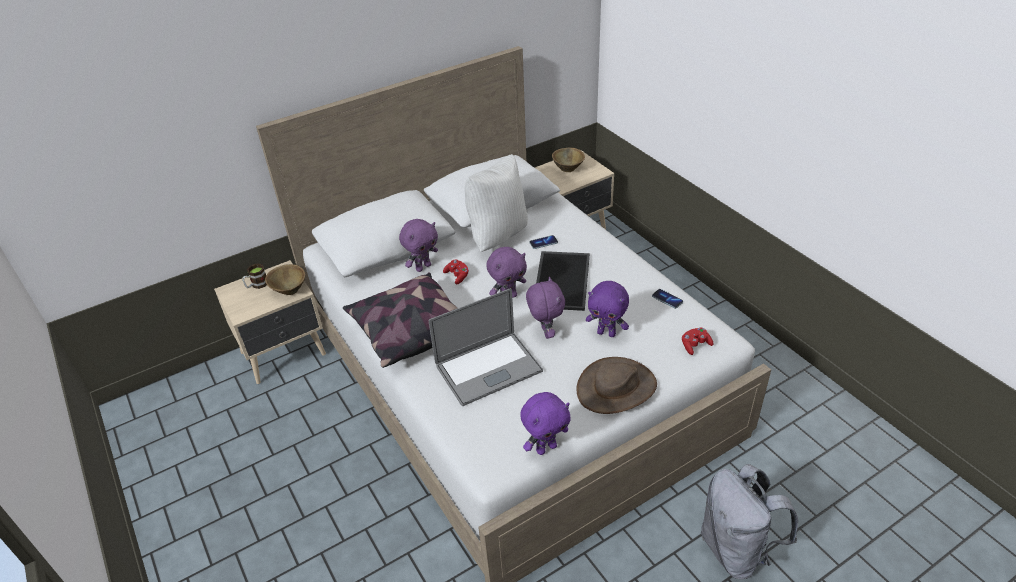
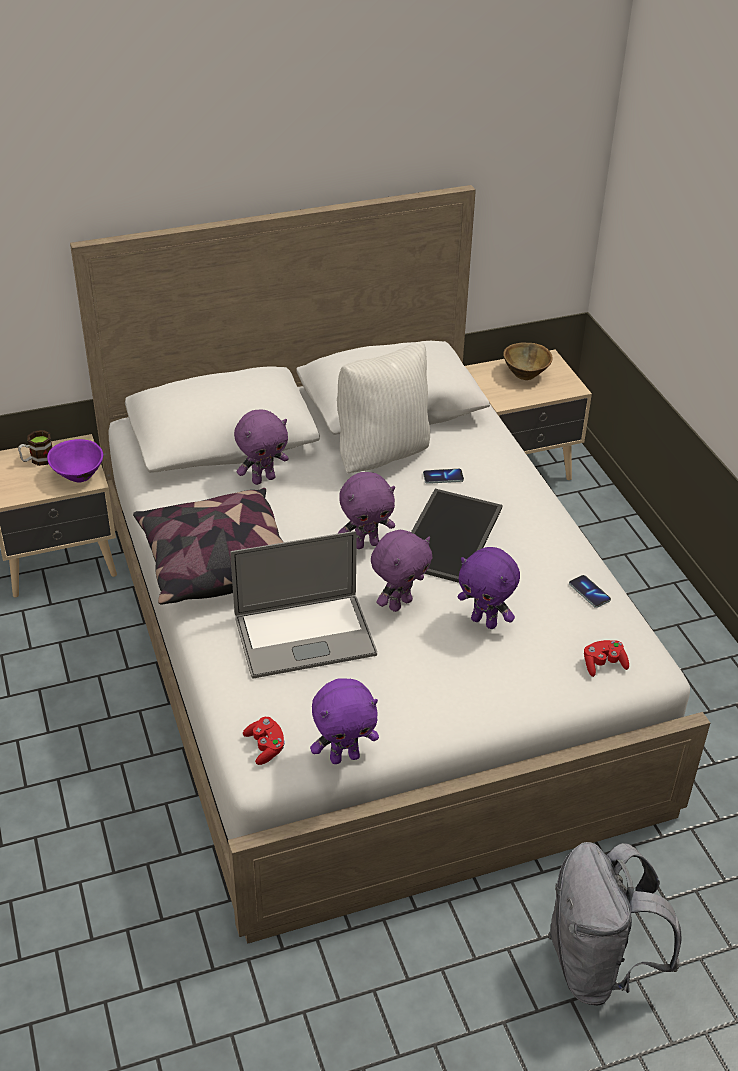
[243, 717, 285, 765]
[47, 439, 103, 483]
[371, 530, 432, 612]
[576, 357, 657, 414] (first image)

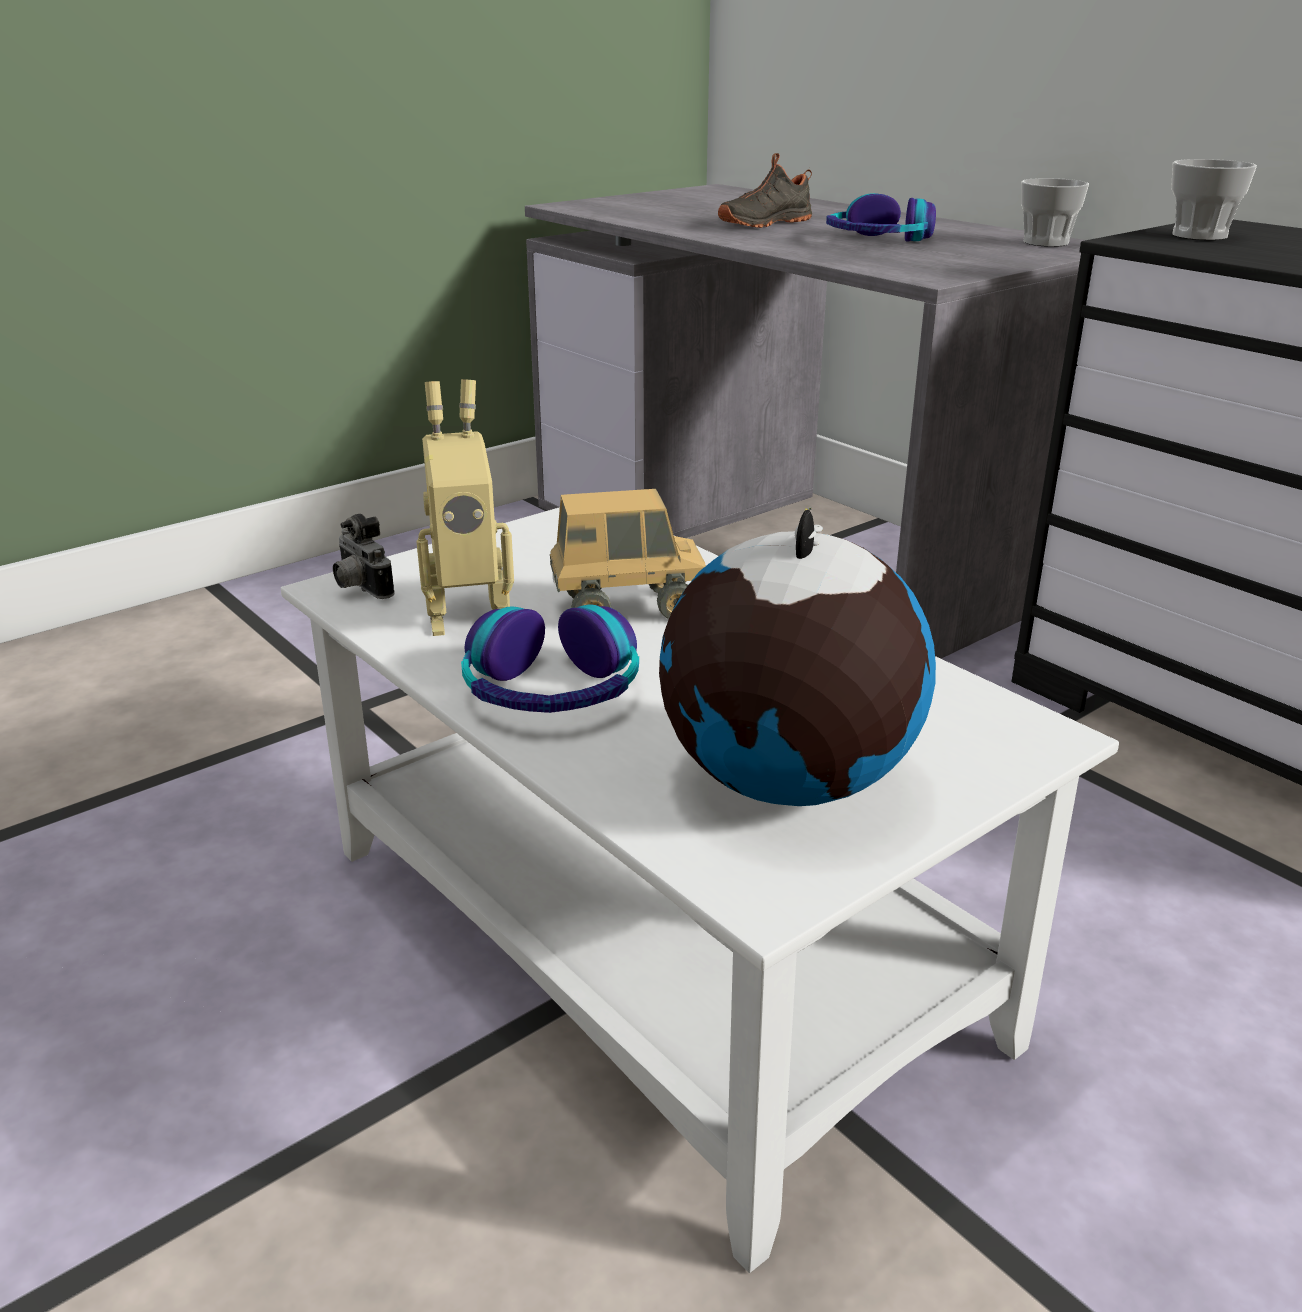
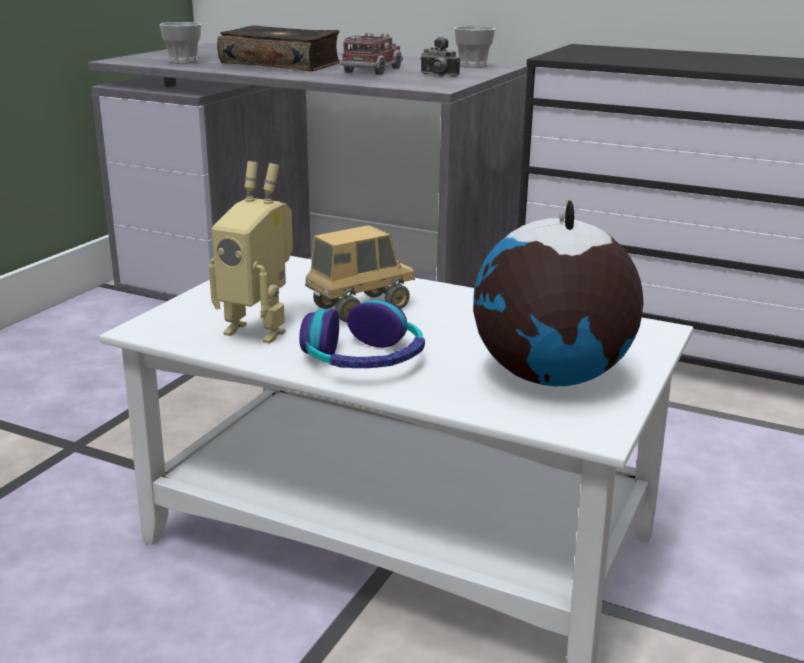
[217, 25, 341, 72]
[160, 22, 202, 63]
[339, 33, 403, 75]
[209, 161, 293, 344]
[420, 37, 460, 76]

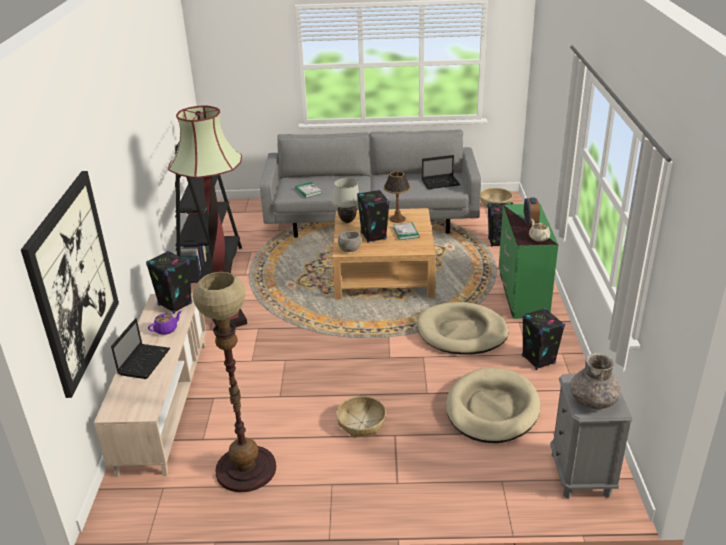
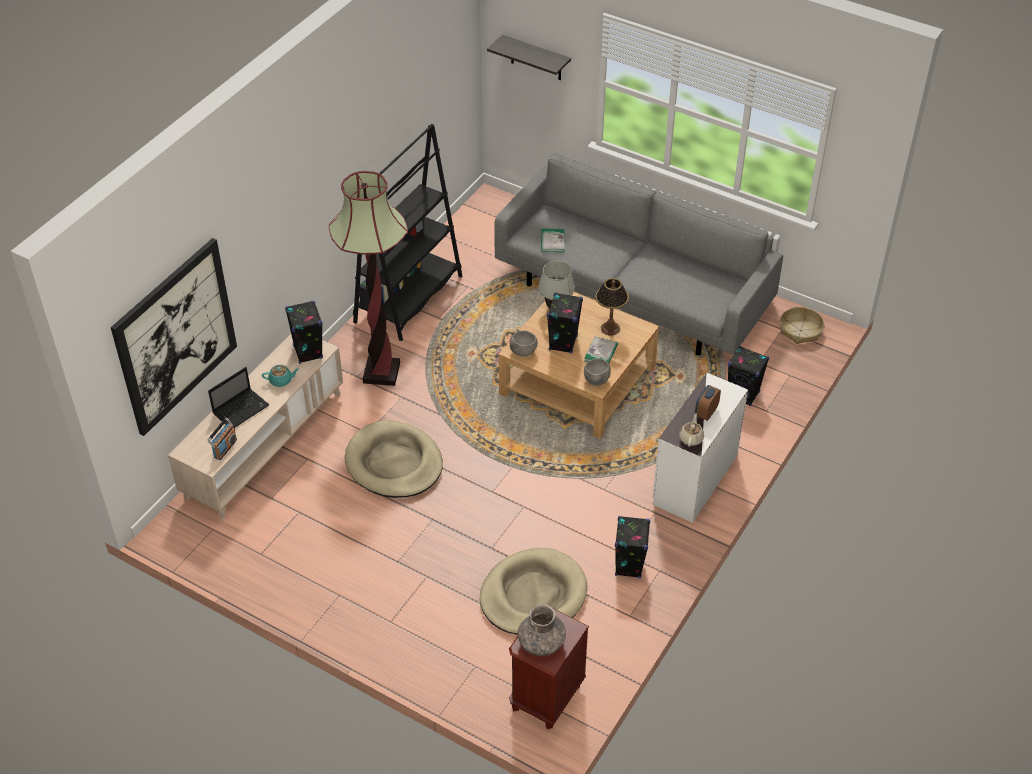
[422, 155, 460, 189] (first image)
[652, 372, 748, 523]
[193, 272, 276, 492] (first image)
[345, 420, 443, 498]
[262, 365, 299, 387]
[509, 609, 589, 729]
[336, 396, 386, 438] (first image)
[487, 35, 571, 80]
[584, 358, 611, 386]
[208, 418, 237, 460]

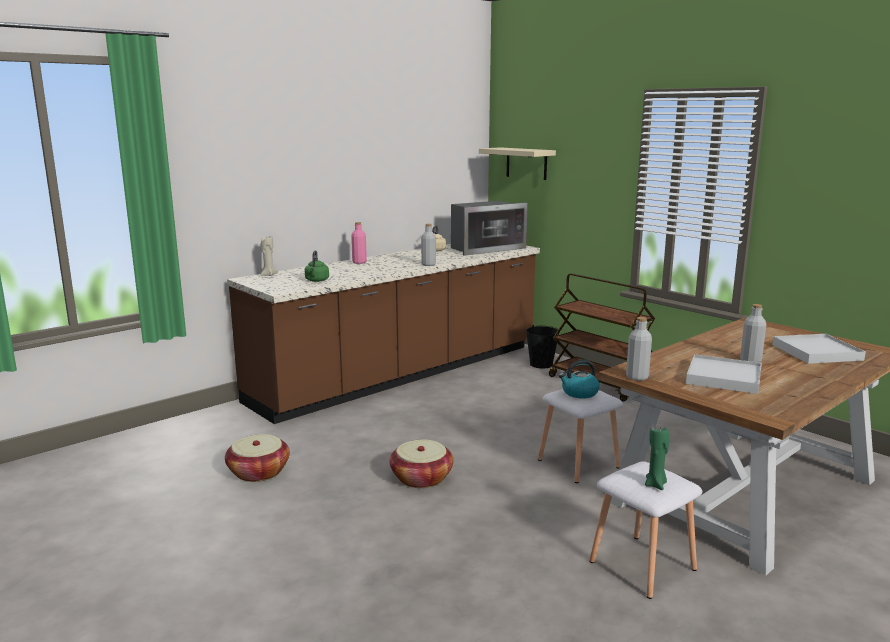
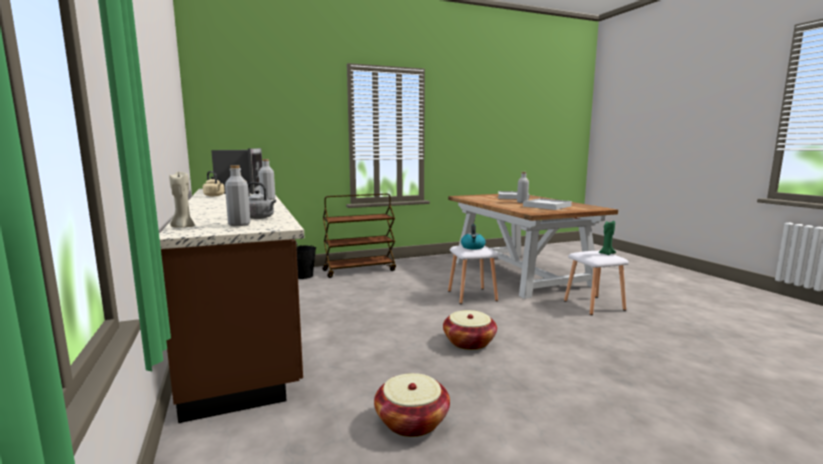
[479, 147, 556, 180] (first image)
[351, 222, 367, 264] (first image)
[248, 182, 276, 219]
[225, 165, 251, 226]

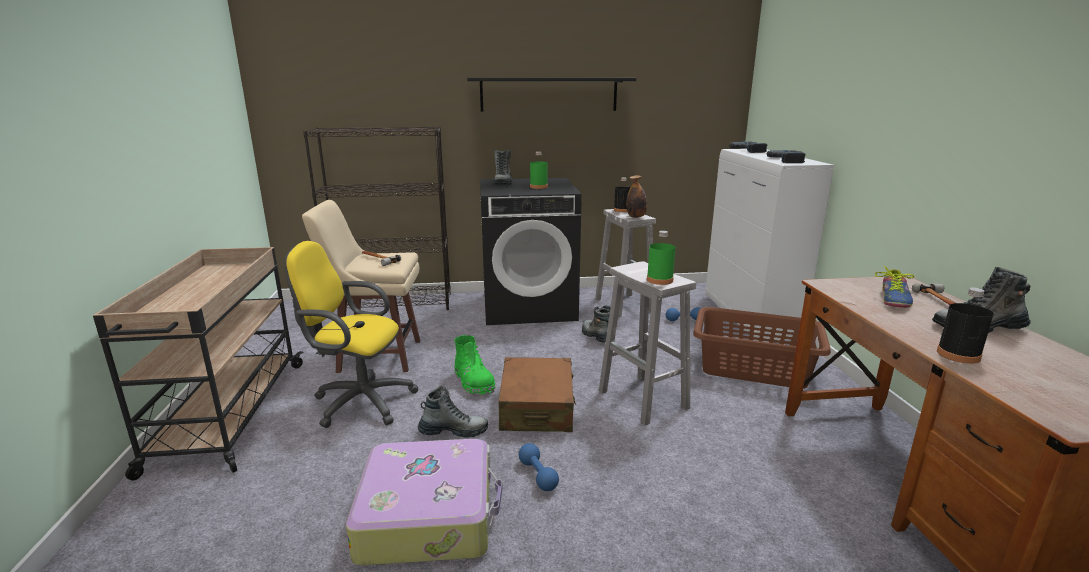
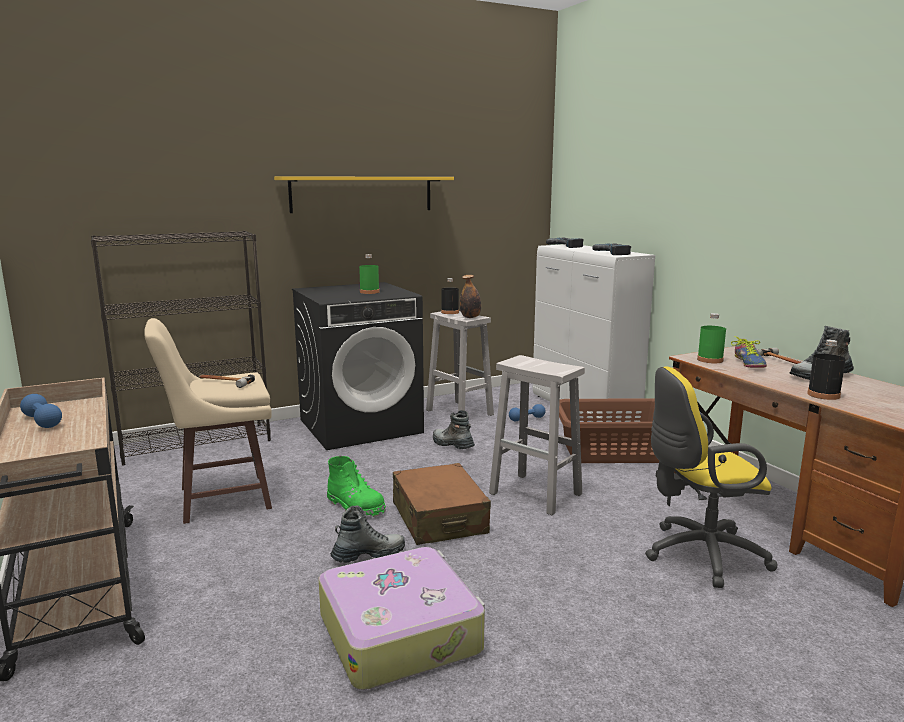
[274, 176, 454, 213]
[493, 150, 512, 185] (first image)
[697, 313, 726, 363]
[645, 367, 777, 588]
[20, 394, 62, 428]

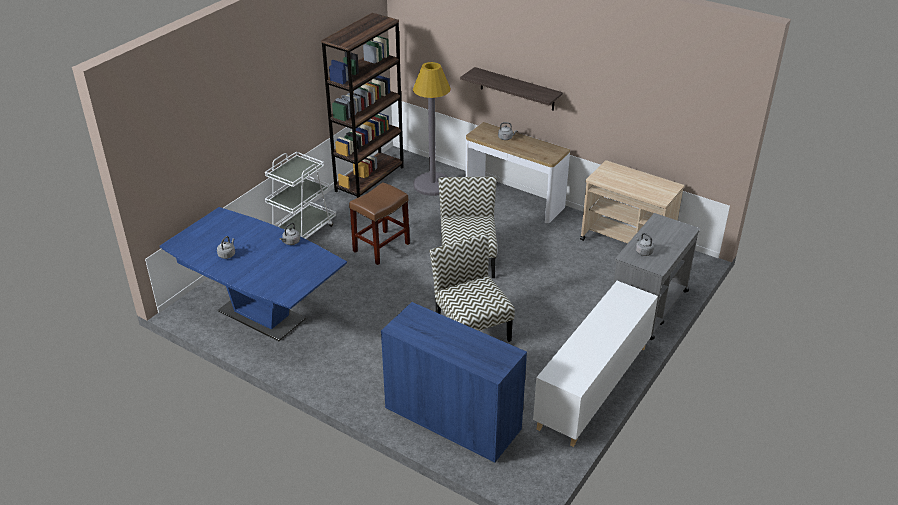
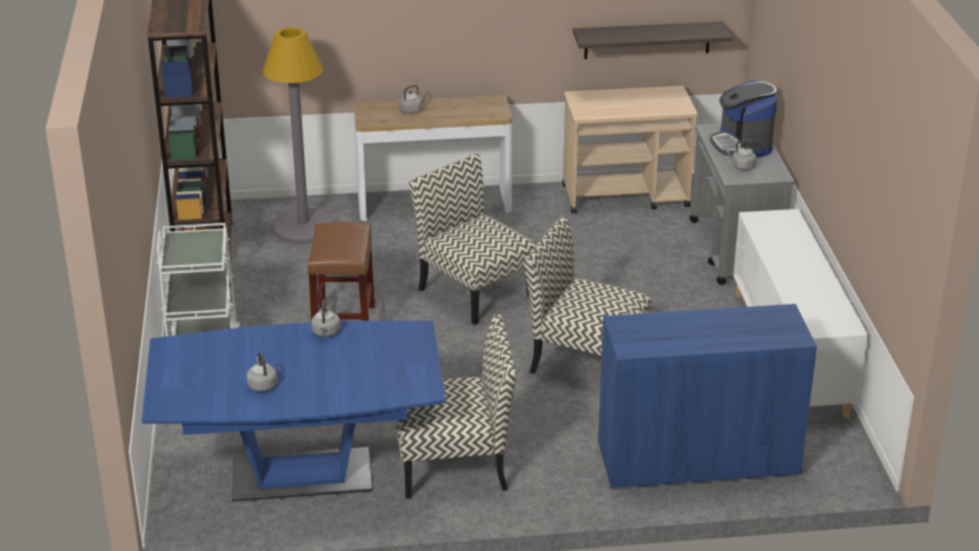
[573, 21, 732, 59]
[710, 81, 778, 157]
[395, 314, 516, 499]

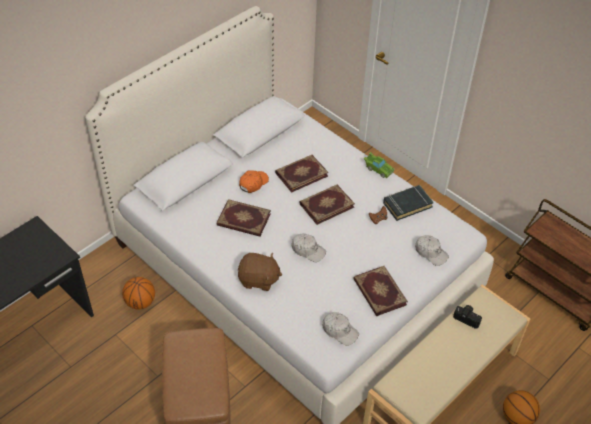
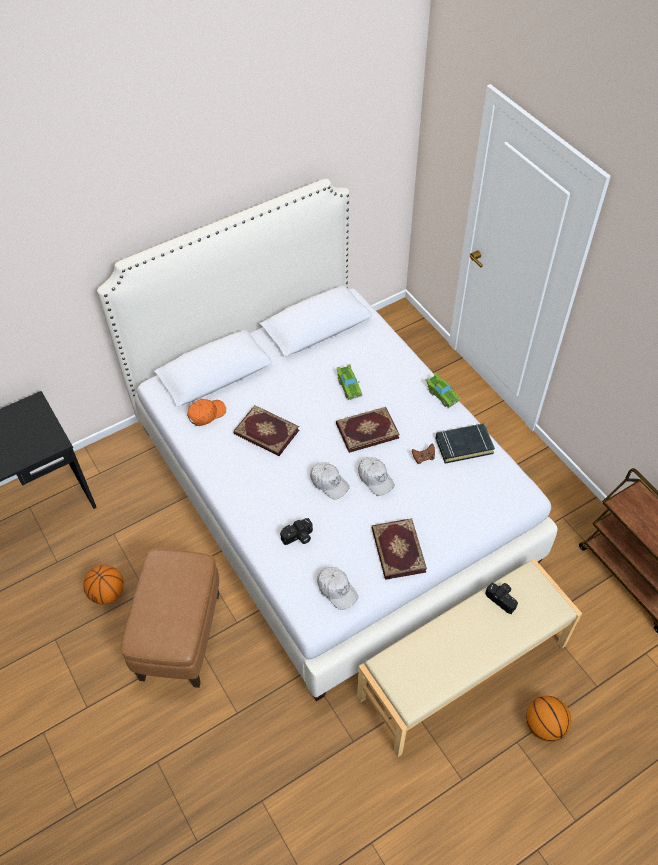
[337, 364, 363, 400]
[187, 399, 226, 426]
[358, 457, 395, 496]
[238, 253, 282, 291] (first image)
[83, 565, 124, 604]
[280, 518, 313, 545]

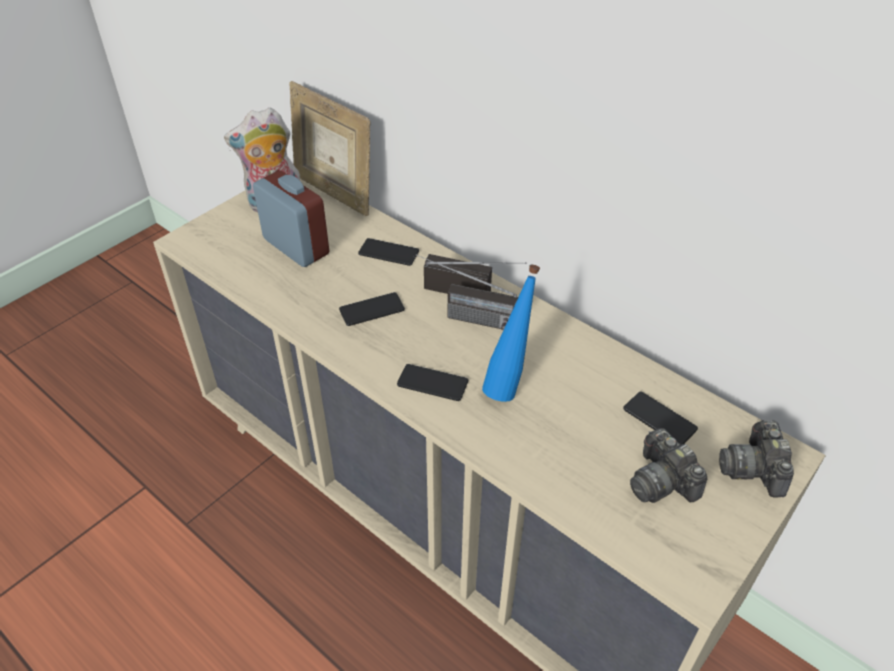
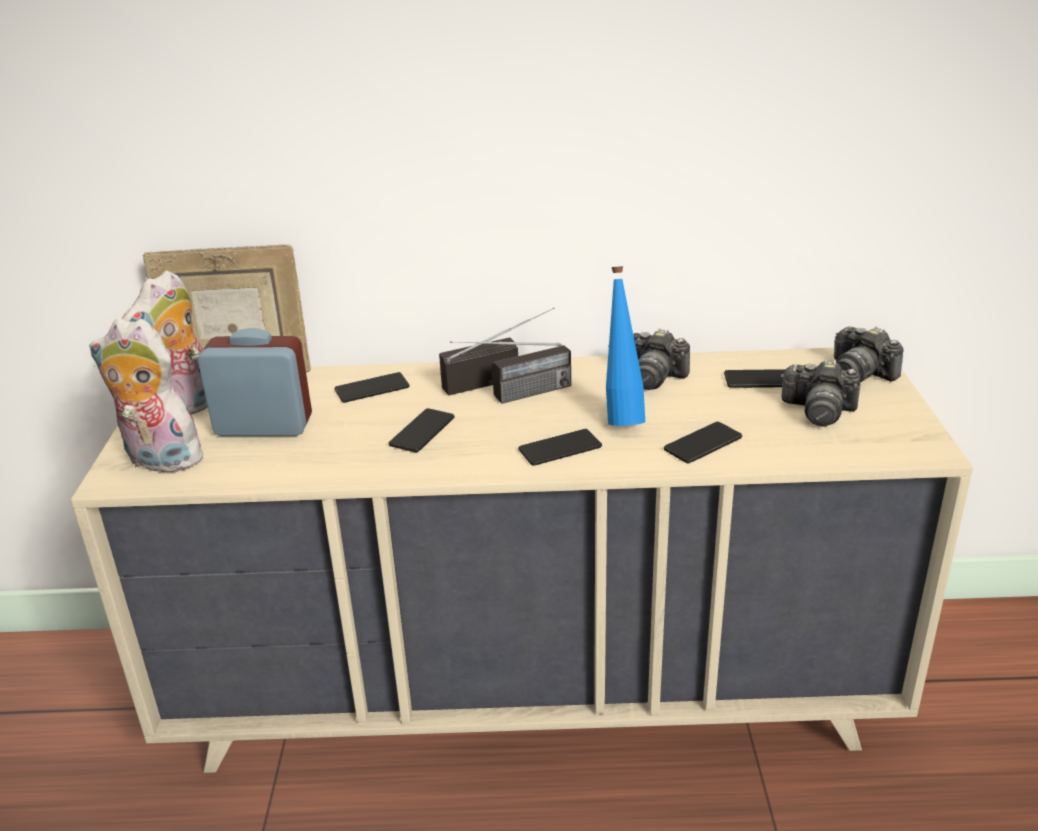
[89, 318, 206, 472]
[633, 328, 690, 390]
[664, 422, 742, 463]

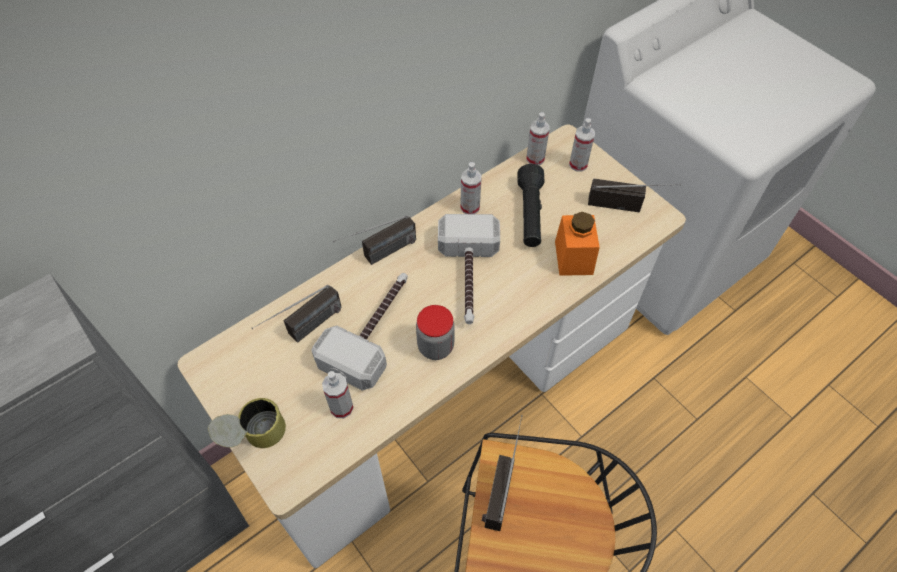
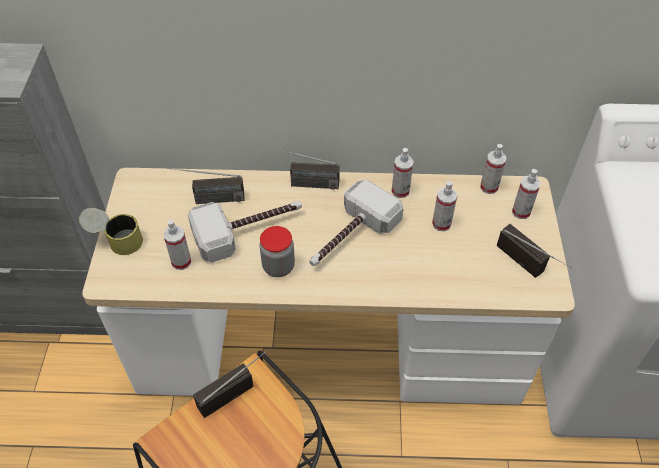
[432, 181, 457, 231]
[555, 212, 600, 276] (first image)

